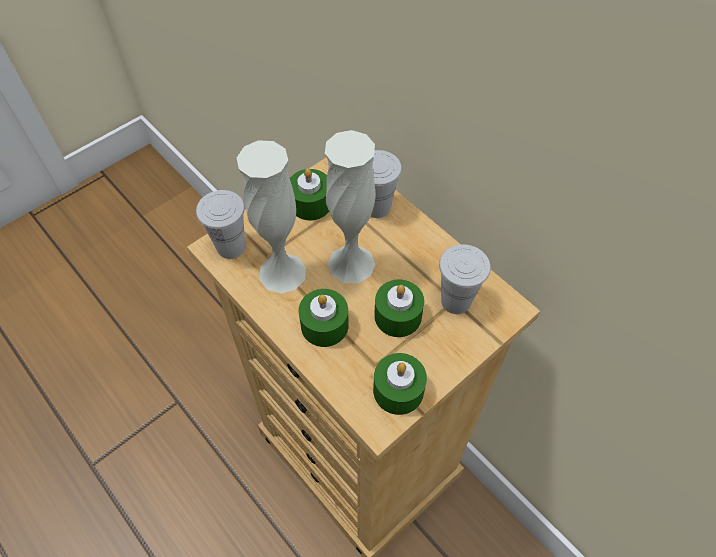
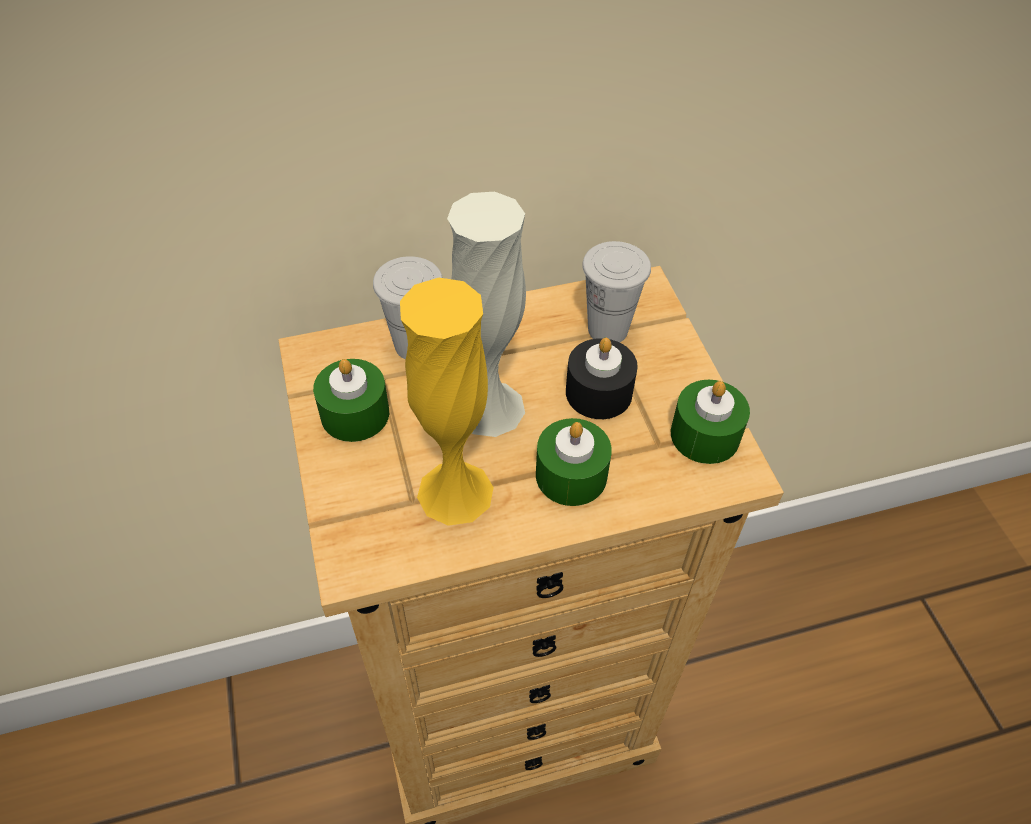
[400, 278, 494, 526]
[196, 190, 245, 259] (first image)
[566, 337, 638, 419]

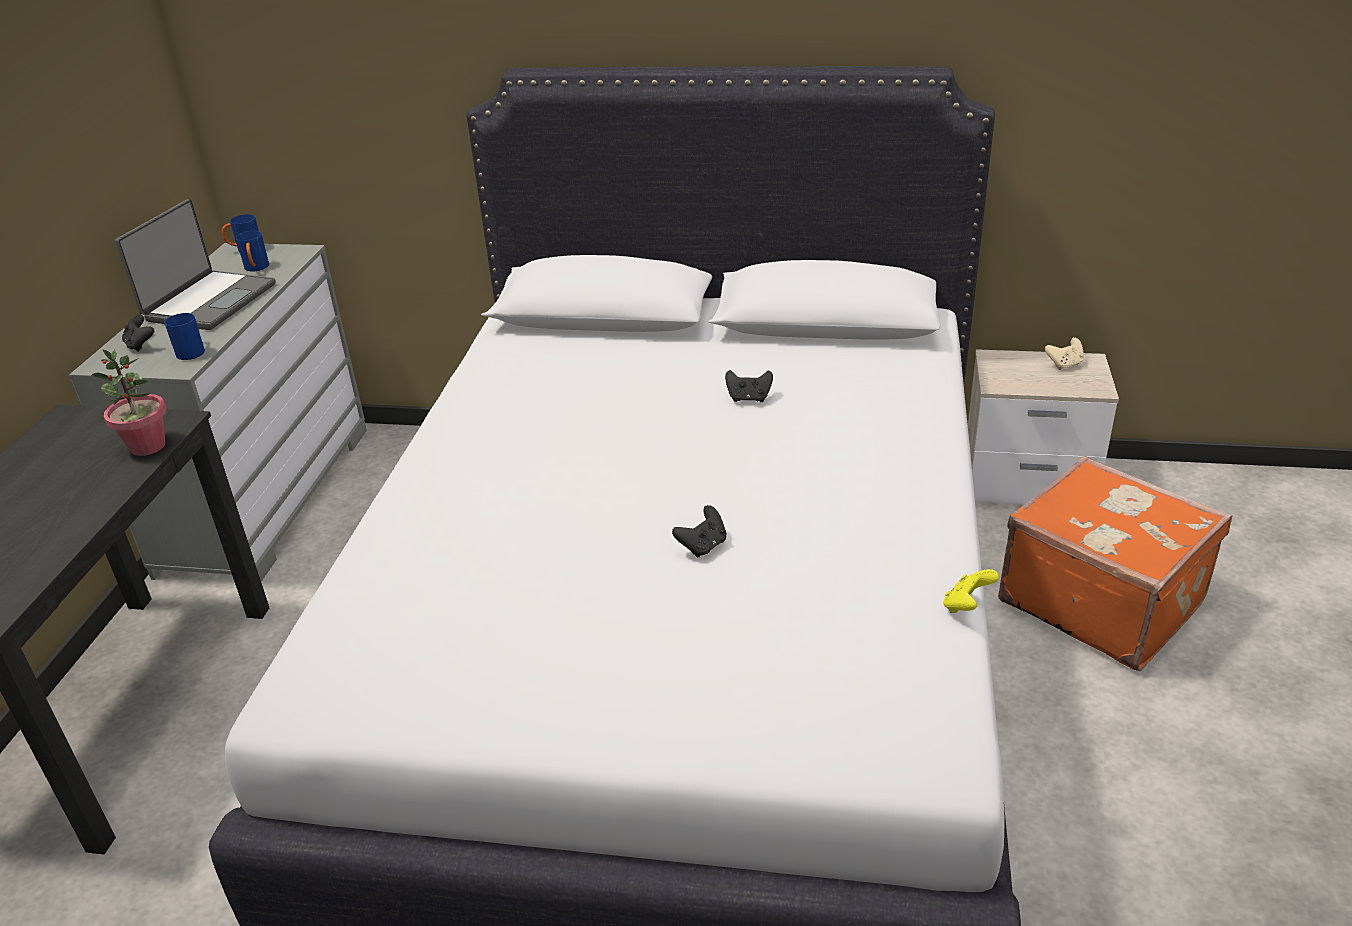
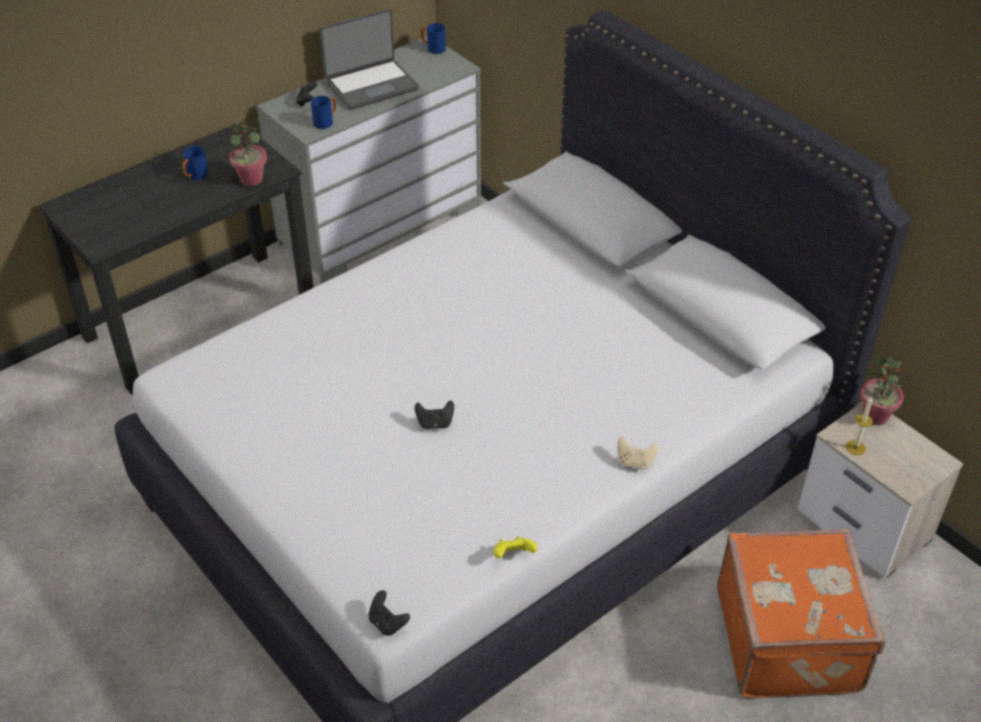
[182, 146, 208, 180]
[617, 436, 658, 470]
[368, 590, 410, 636]
[860, 355, 904, 425]
[846, 397, 873, 455]

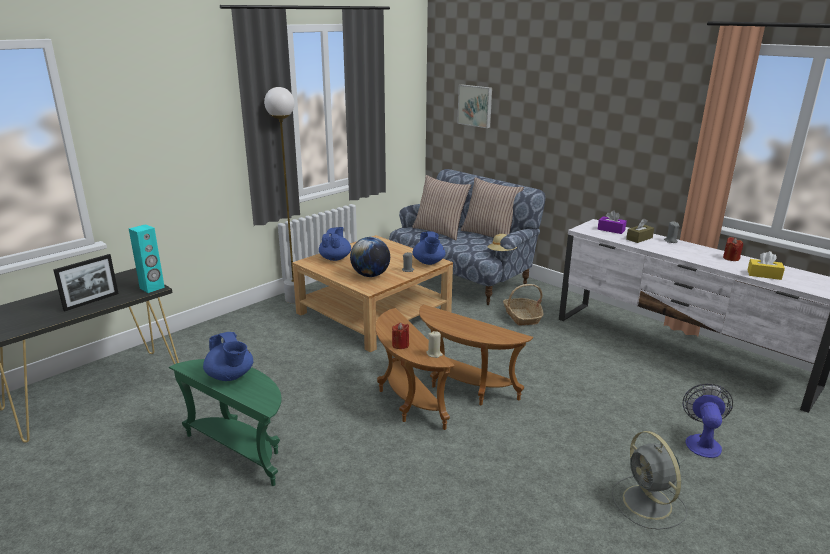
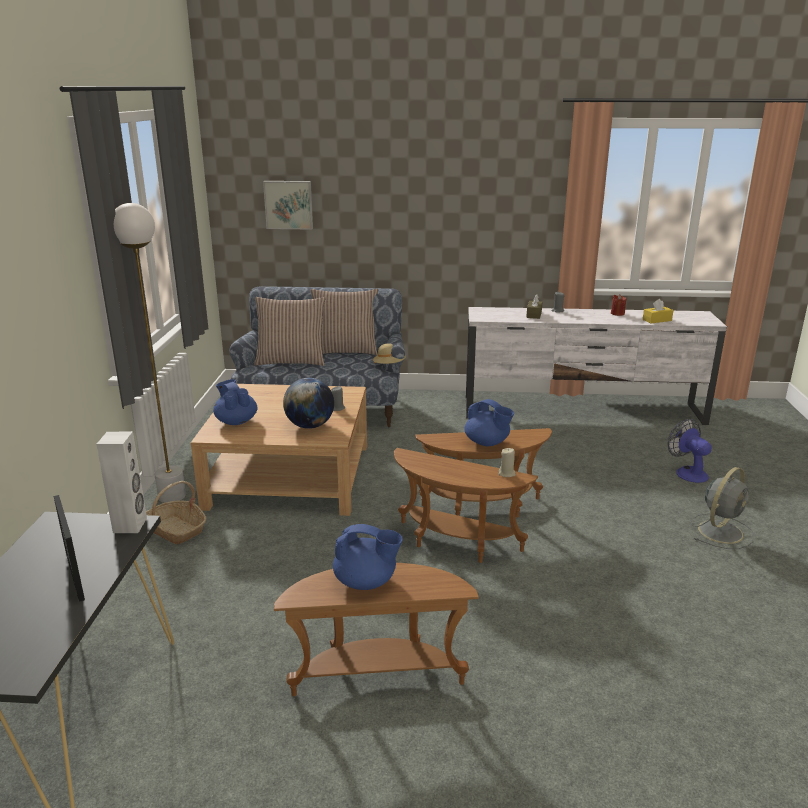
[598, 210, 627, 234] (first image)
[96, 431, 147, 533]
[465, 399, 514, 446]
[54, 495, 85, 602]
[146, 481, 206, 545]
[392, 323, 409, 349] (first image)
[274, 563, 479, 696]
[691, 467, 755, 549]

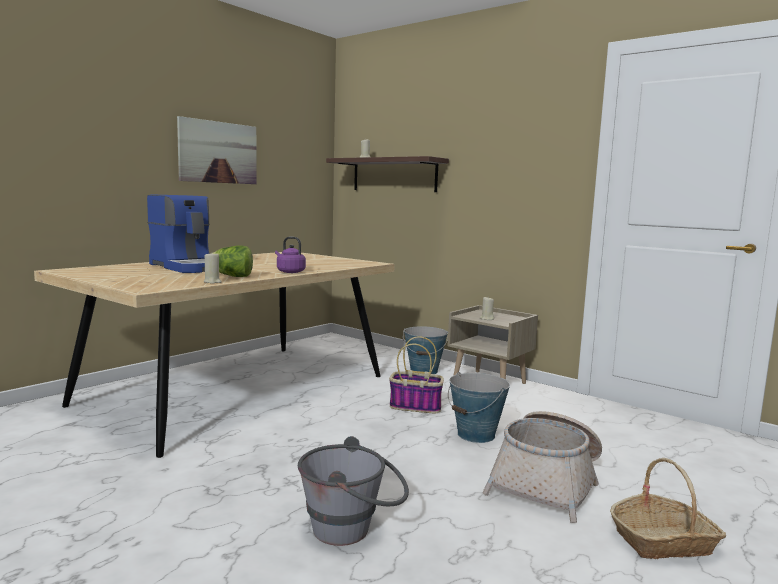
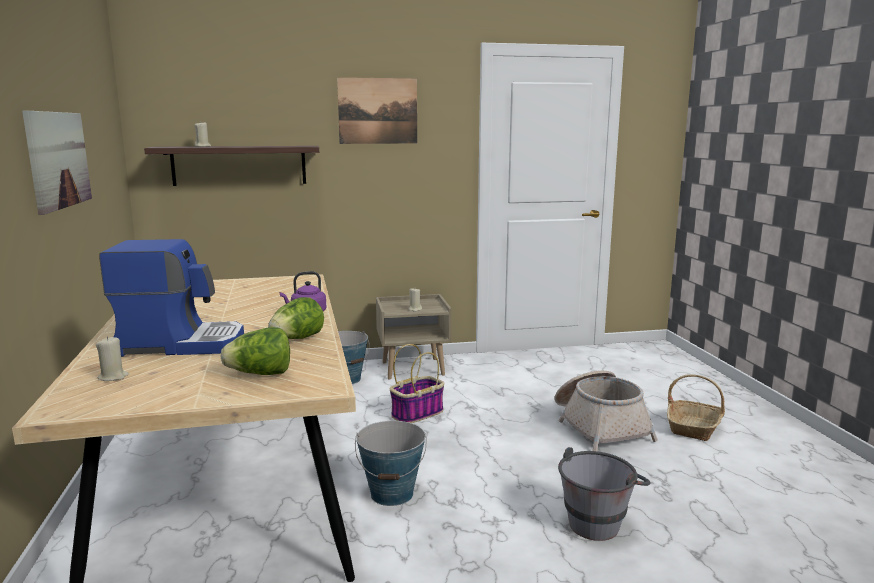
[96, 336, 129, 381]
[355, 421, 427, 506]
[337, 77, 417, 144]
[220, 327, 290, 375]

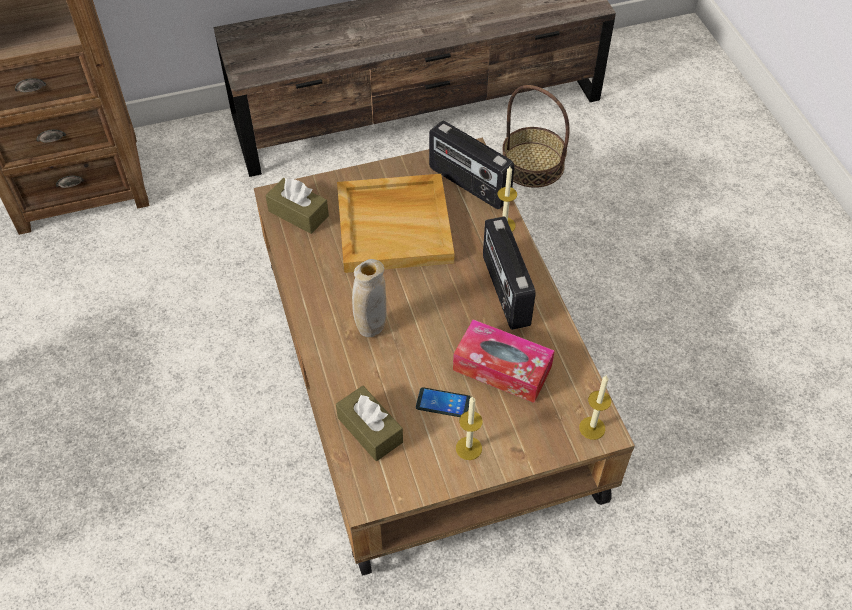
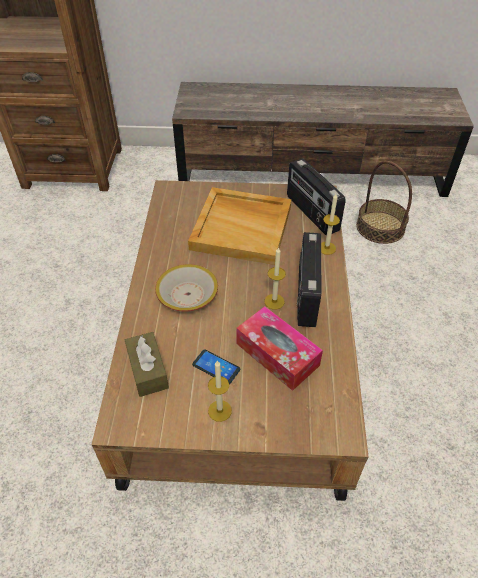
[265, 178, 329, 234] (first image)
[155, 264, 218, 312]
[264, 247, 286, 309]

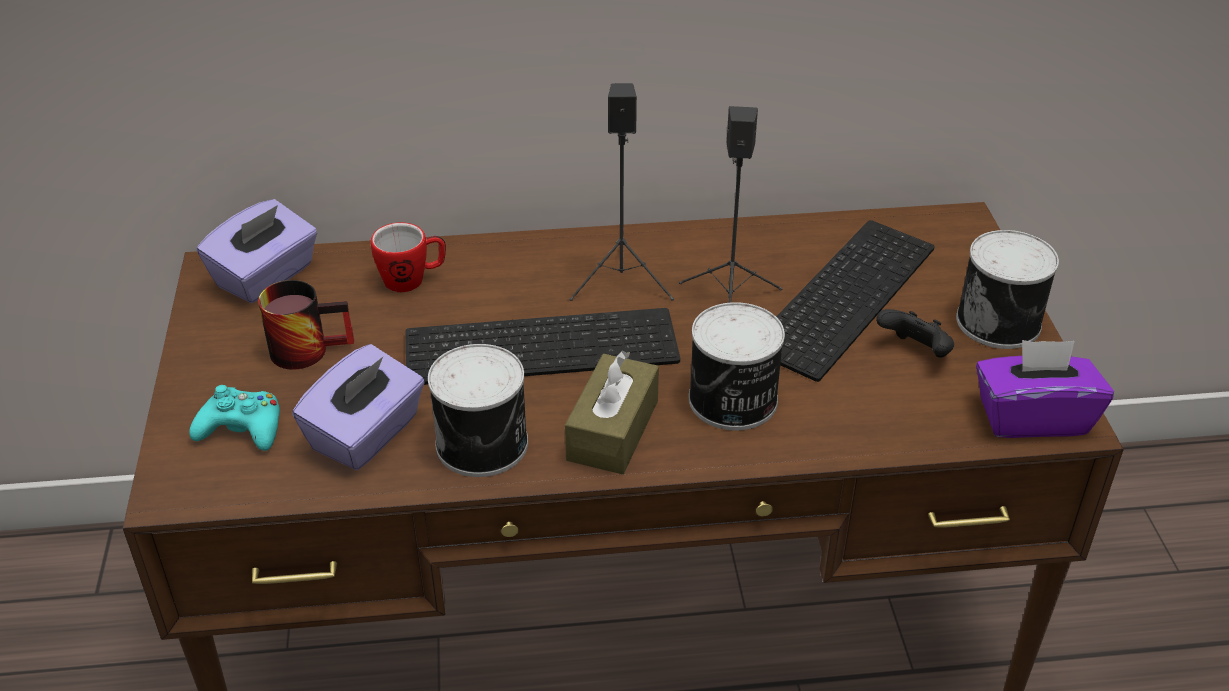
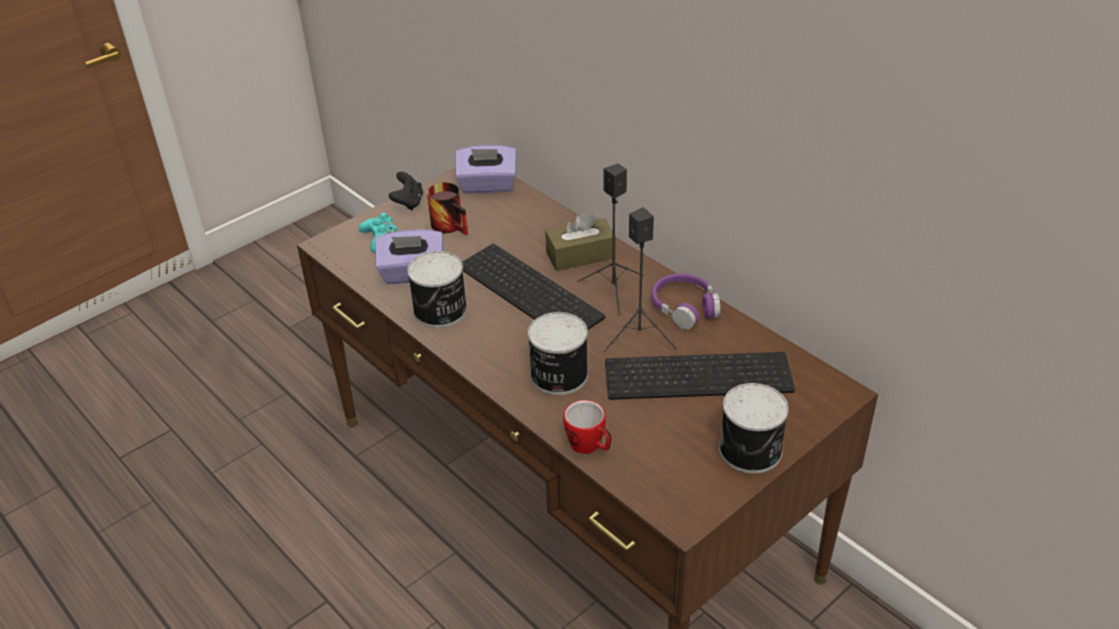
[563, 400, 611, 454]
[389, 172, 423, 210]
[976, 340, 1114, 438] (first image)
[545, 212, 616, 271]
[651, 273, 720, 330]

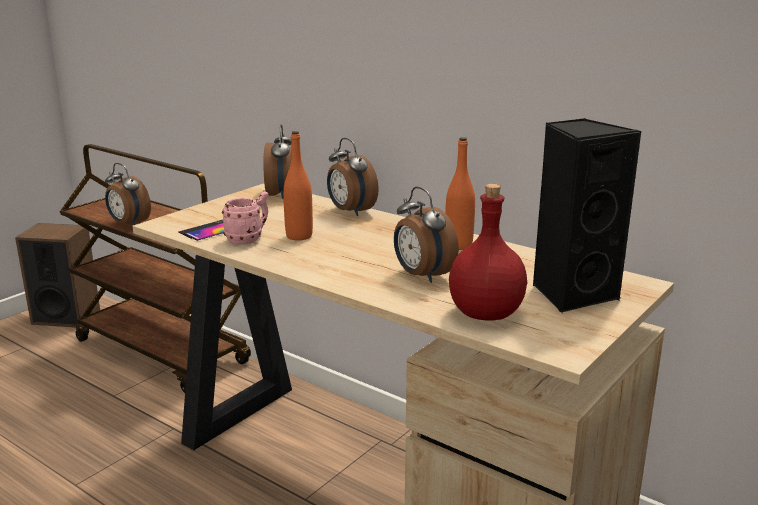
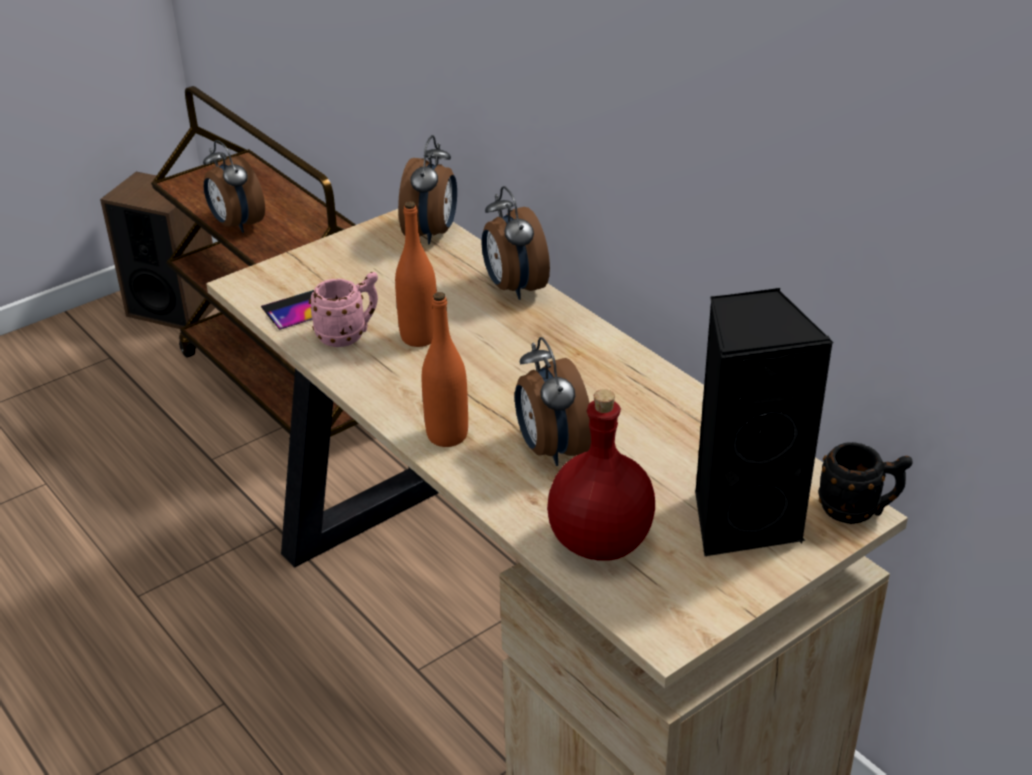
[422, 292, 468, 447]
[818, 442, 913, 524]

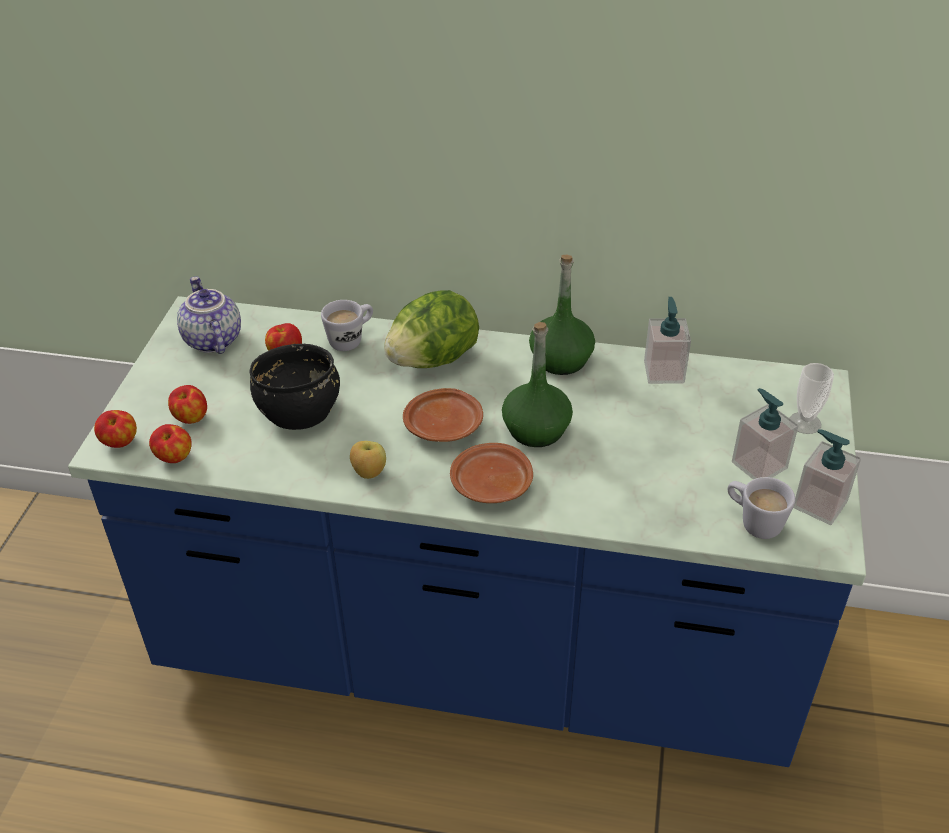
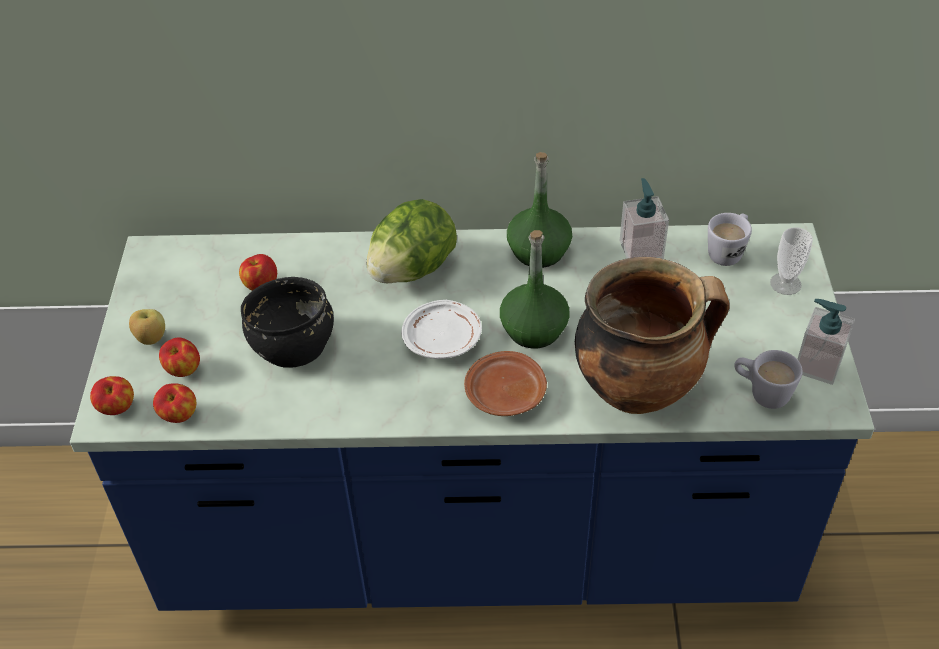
[177, 276, 241, 354] (first image)
[708, 213, 752, 266]
[401, 300, 482, 359]
[732, 388, 799, 480] (first image)
[129, 309, 165, 345]
[575, 257, 729, 414]

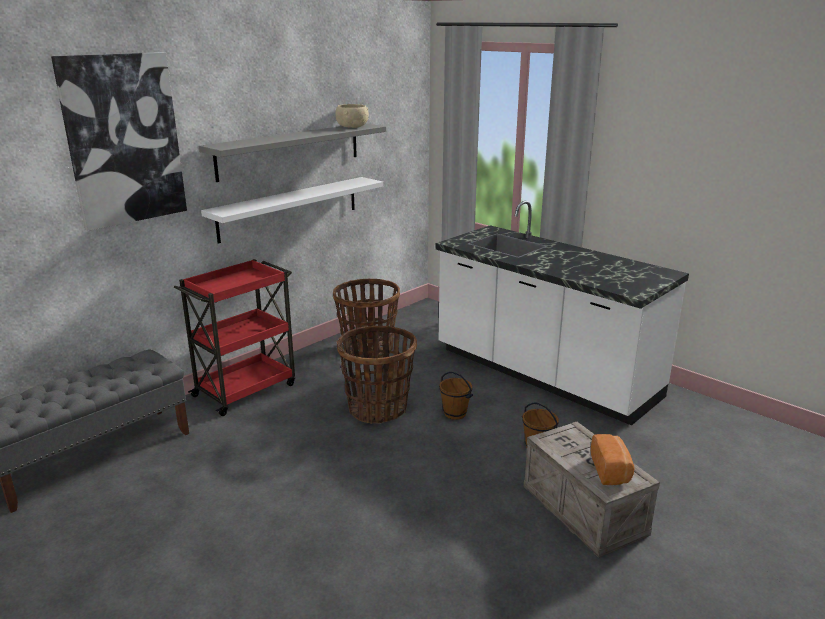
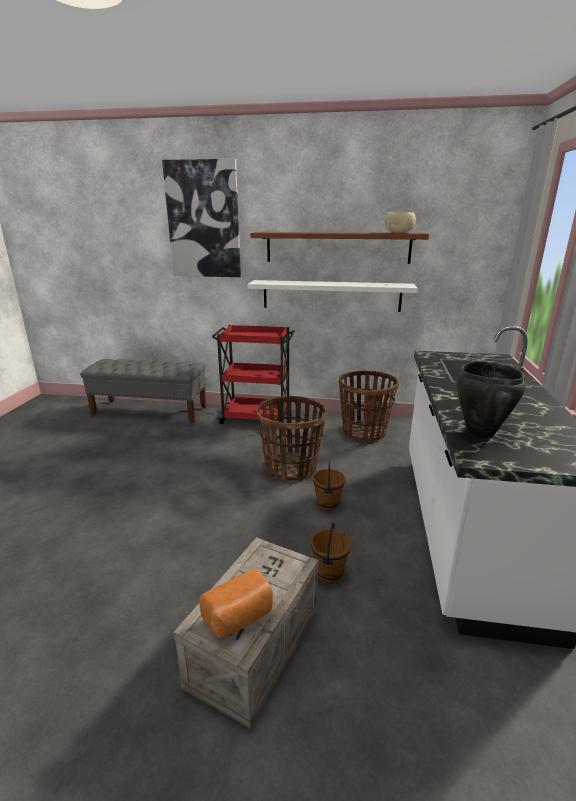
[250, 232, 429, 264]
[456, 361, 526, 439]

